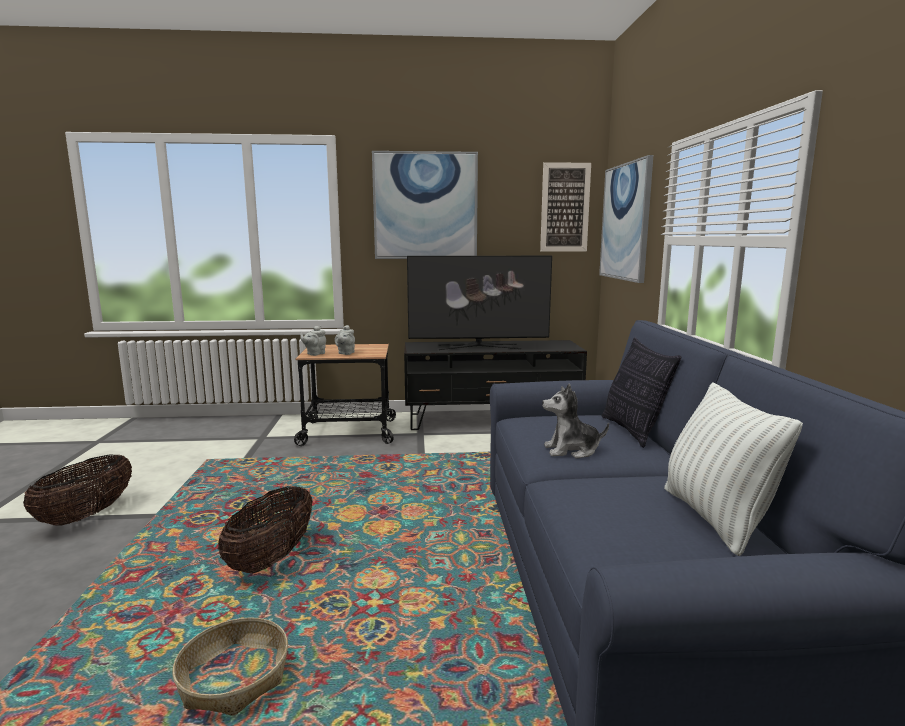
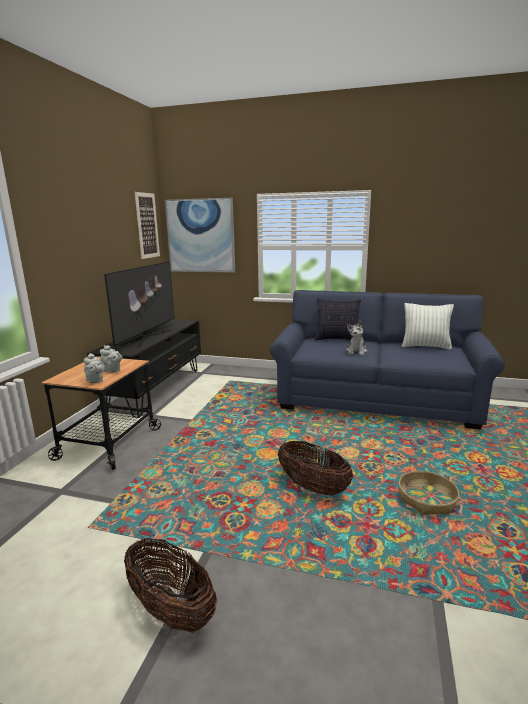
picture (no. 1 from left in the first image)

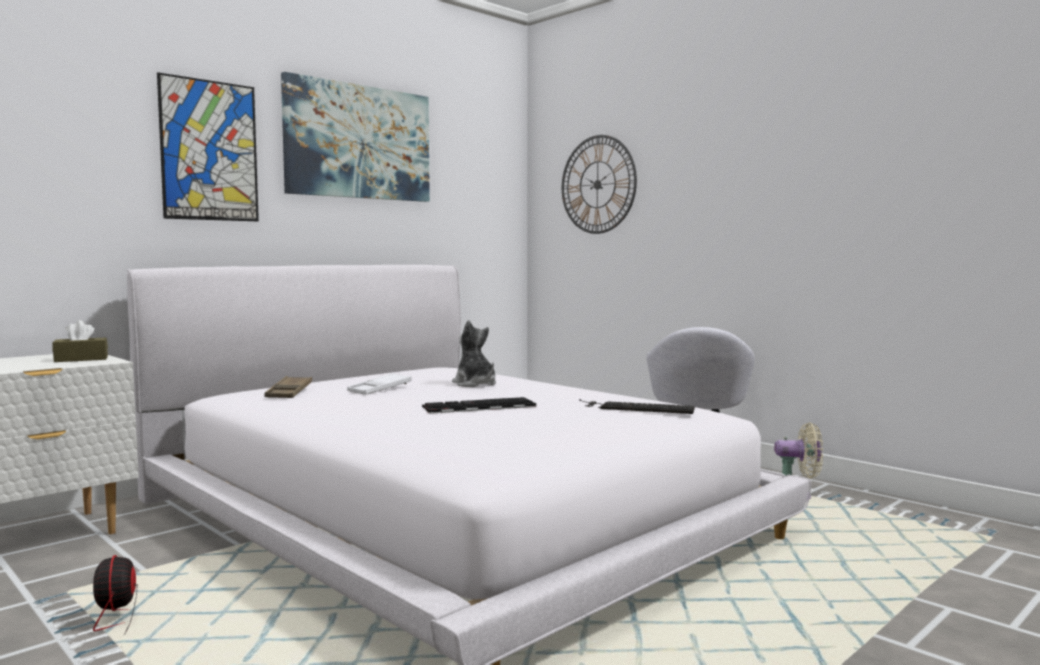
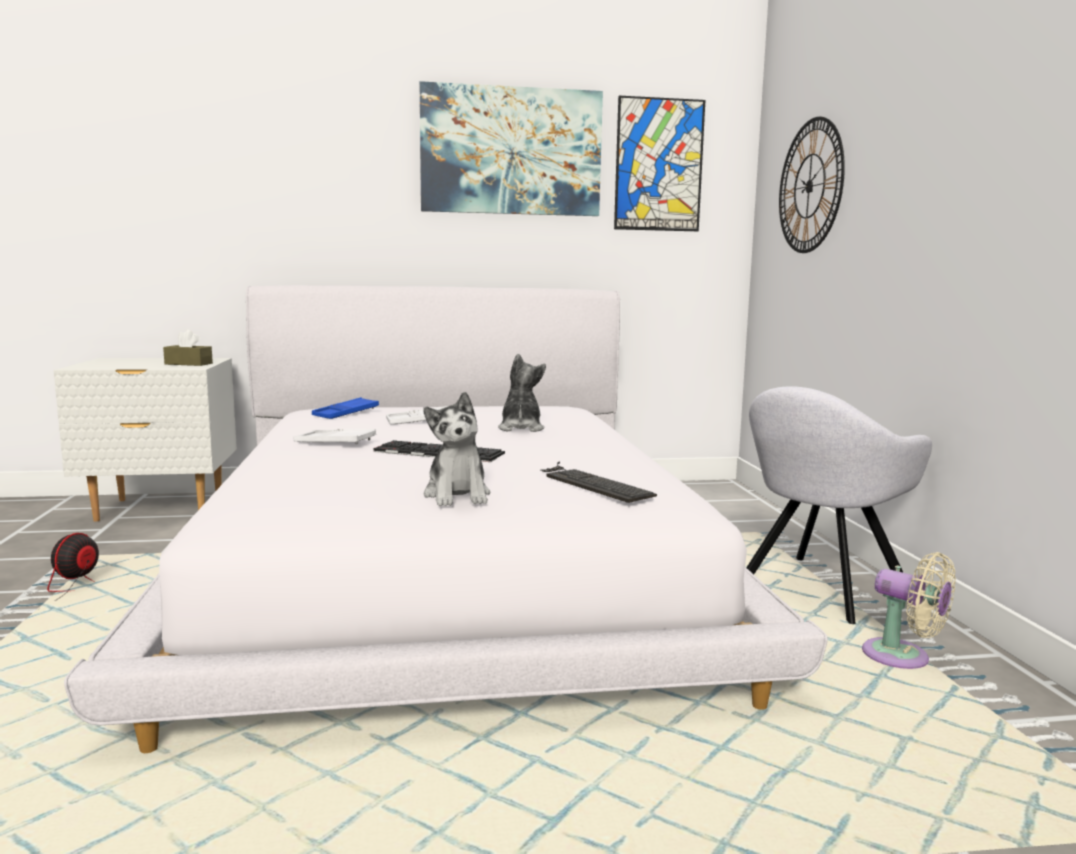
tray (white) (no. 1 from left); plush toy (no. 1 from left); picture (no. 2 from left); tray (blue)

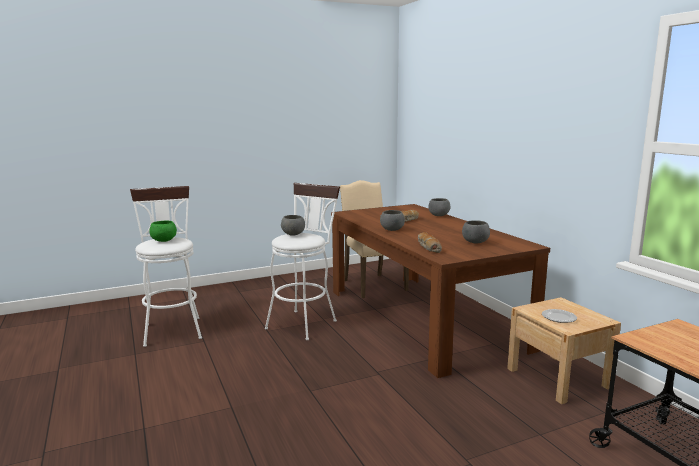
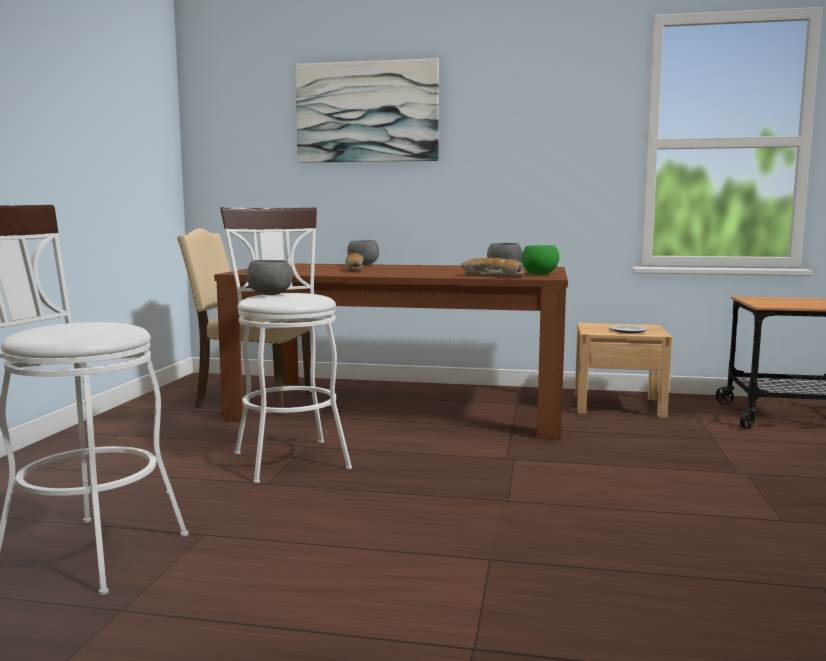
bowl (grey) (no. 2 from left in the first image); picture; bowl (green)

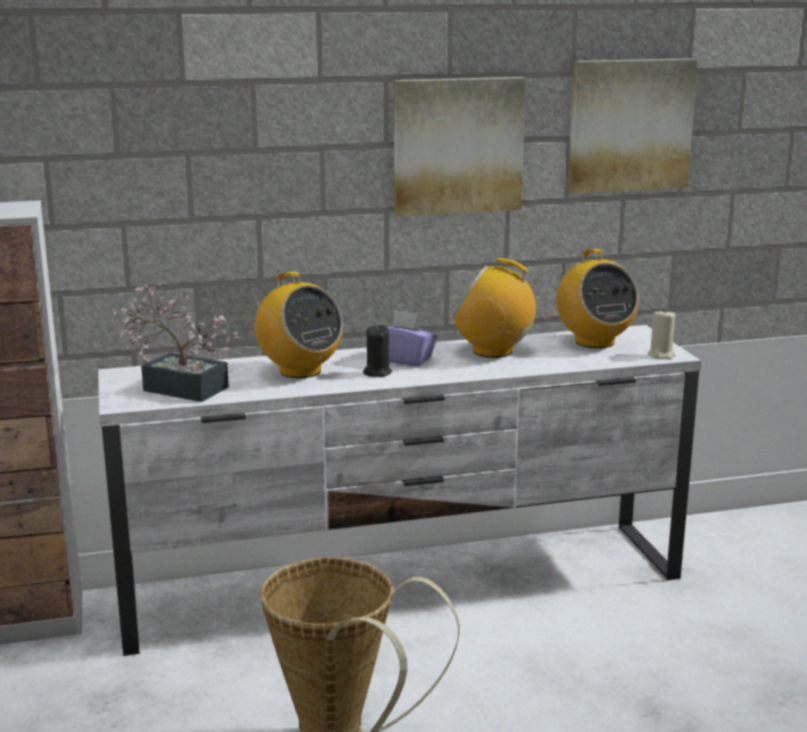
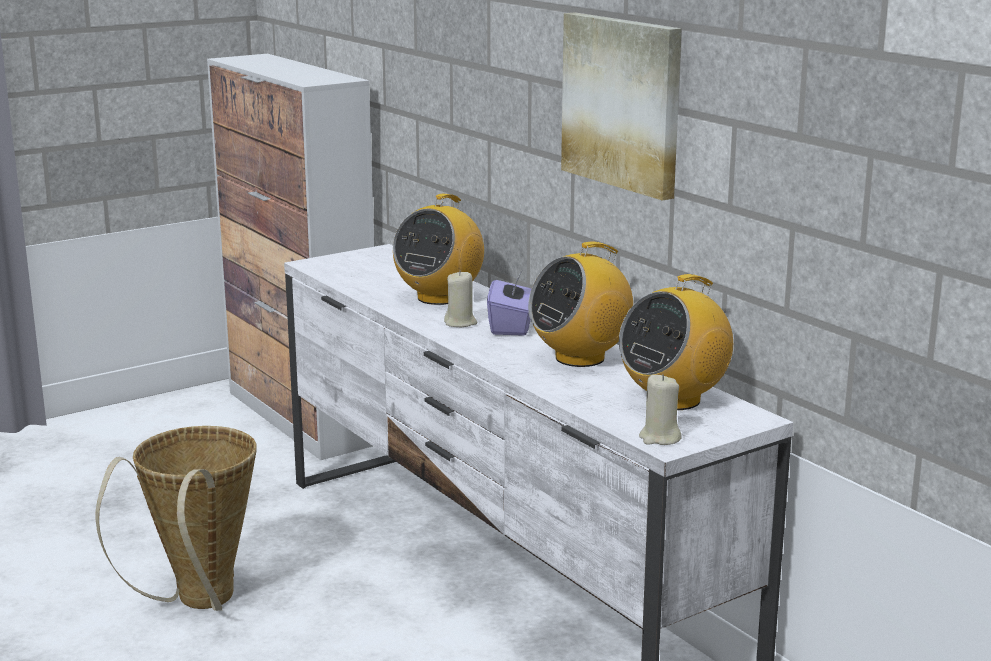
potted plant; picture (no. 2 from left in the first image); candle (beige) (no. 1 from left); radio (no. 2 from left)

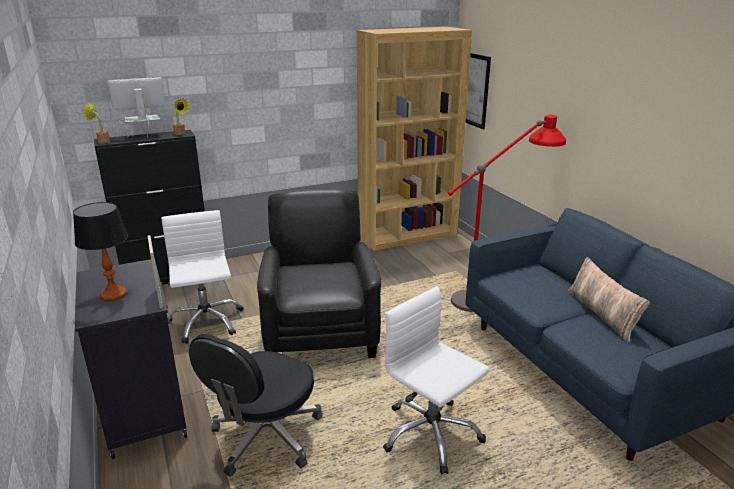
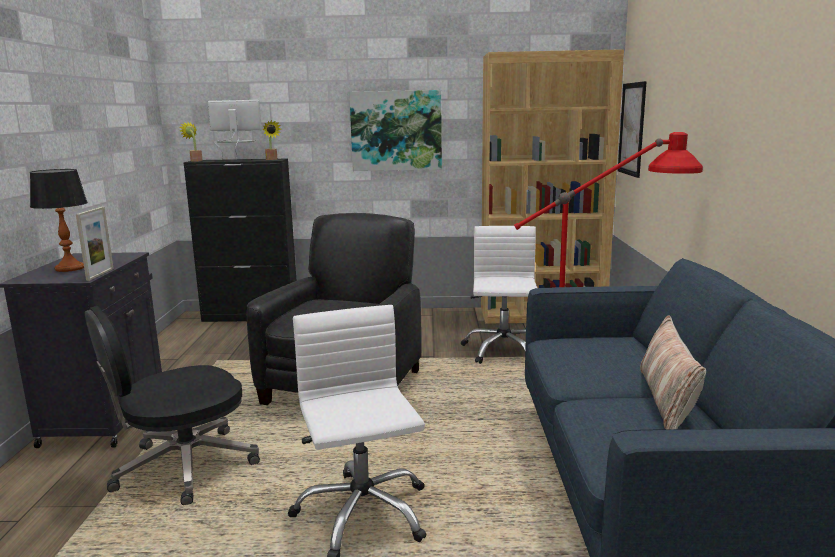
picture (no. 1 from left); office chair (white) (no. 2 from left)

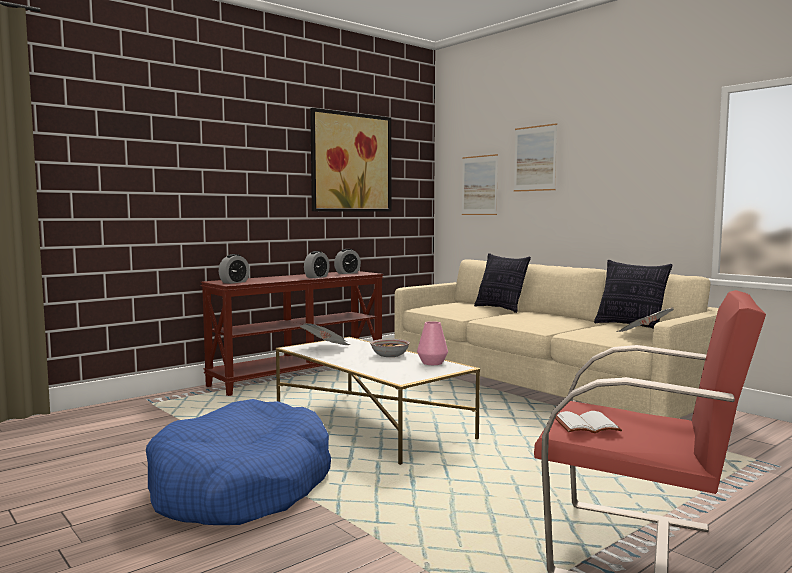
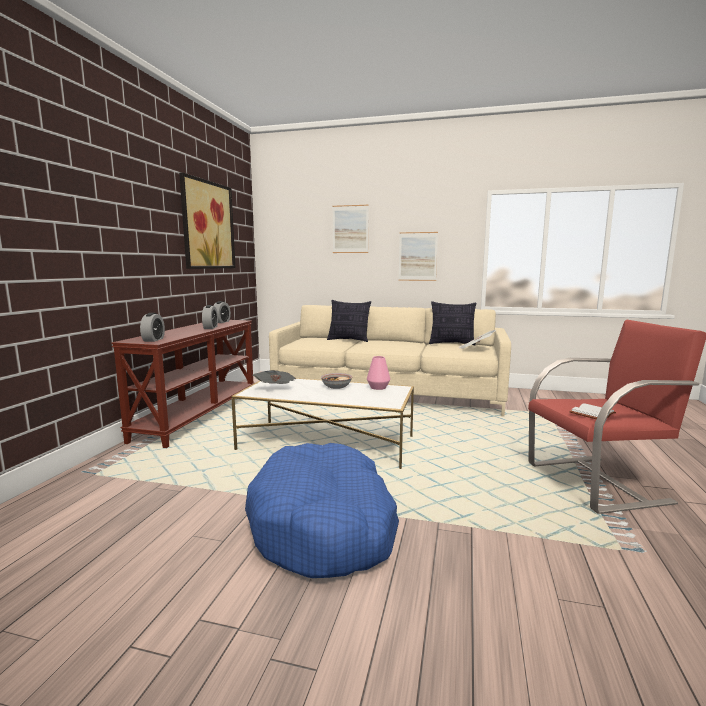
picture (no. 3 from left)

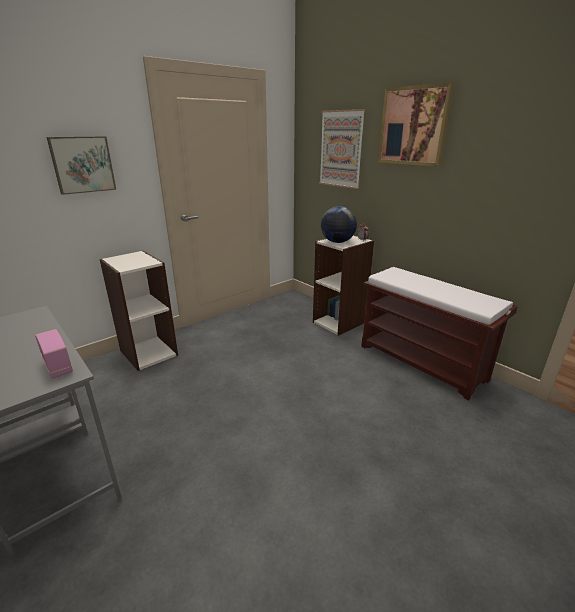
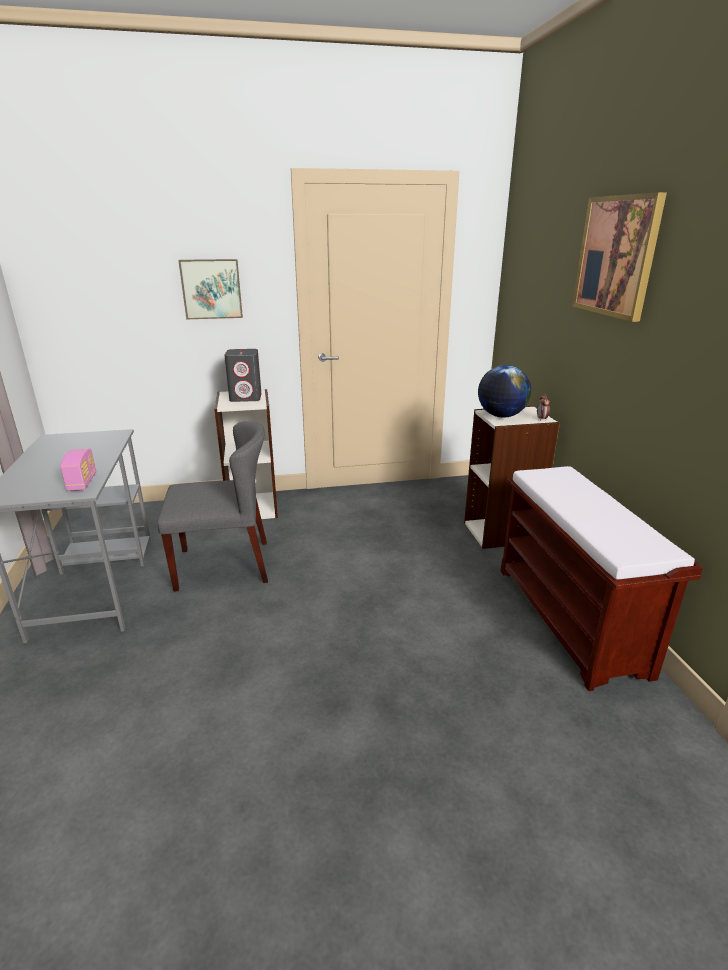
picture (no. 2 from left in the first image); chair (grey); speaker (grey)

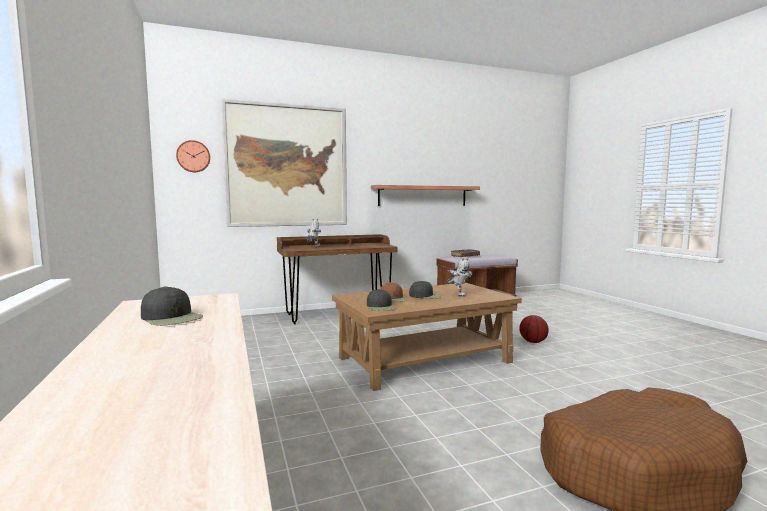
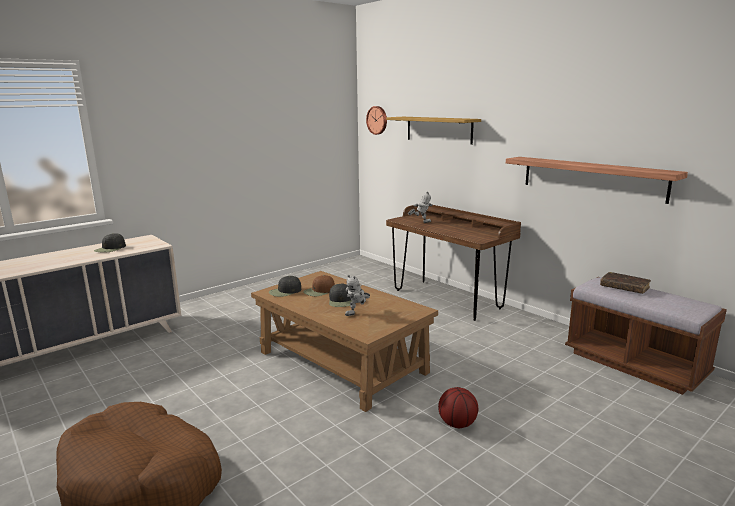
shelf (no. 1 from left)

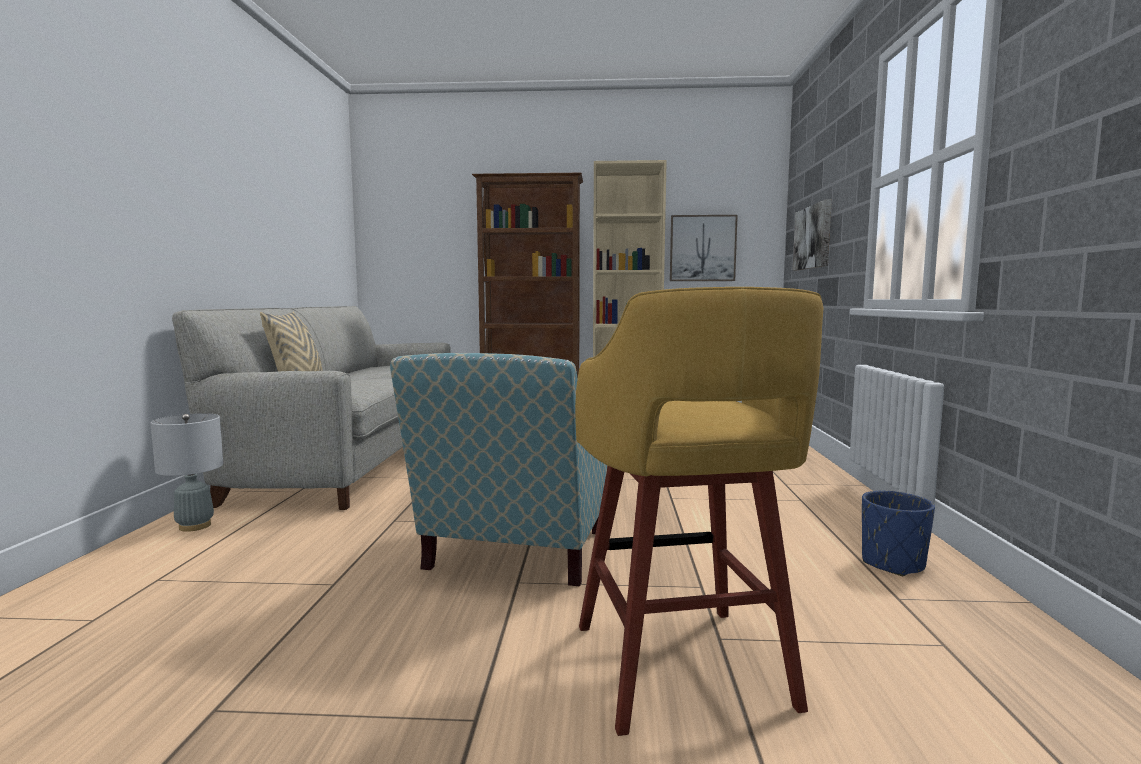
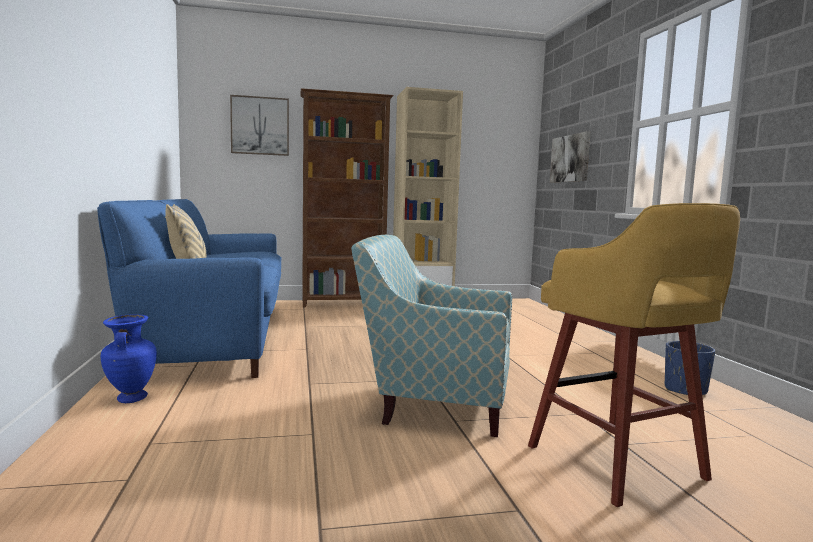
picture (no. 1 from left); vase (blue); sofa (blue); armchair

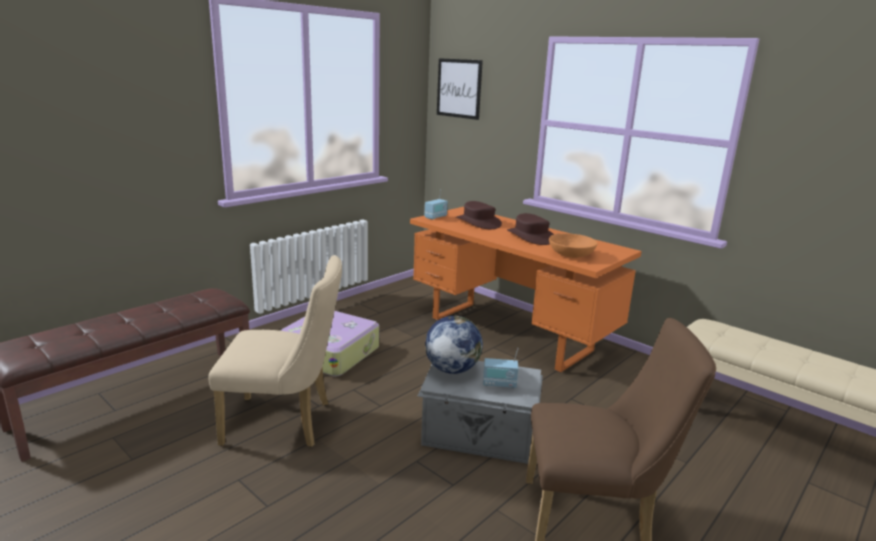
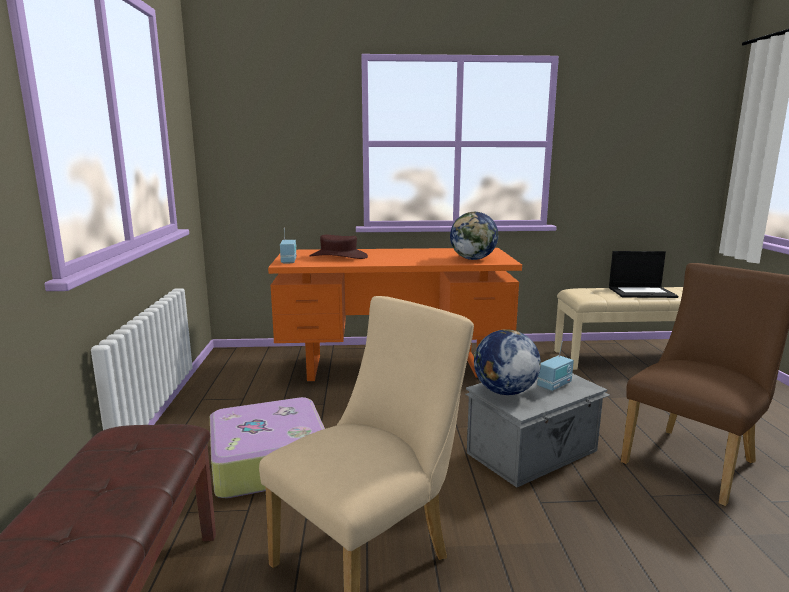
picture; hat (brown) (no. 2 from left in the first image); laptop; globe (no. 1 from left)

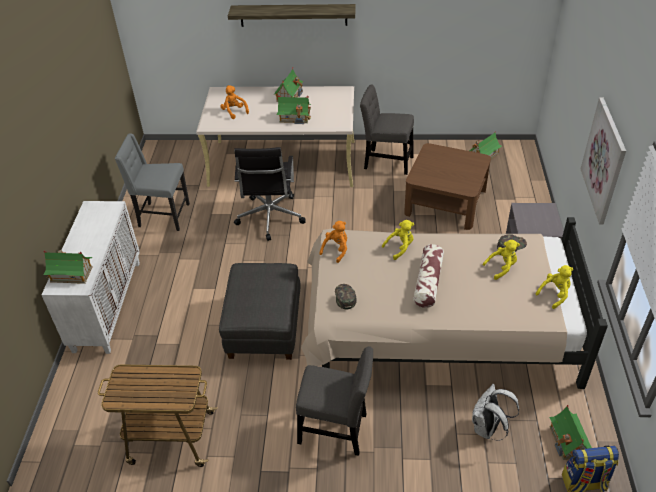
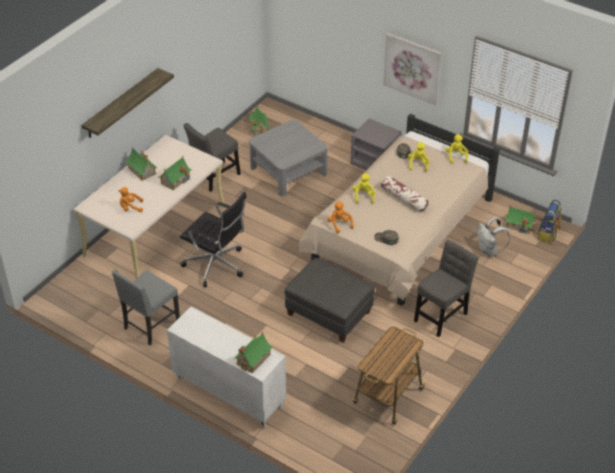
coffee table (grey)

